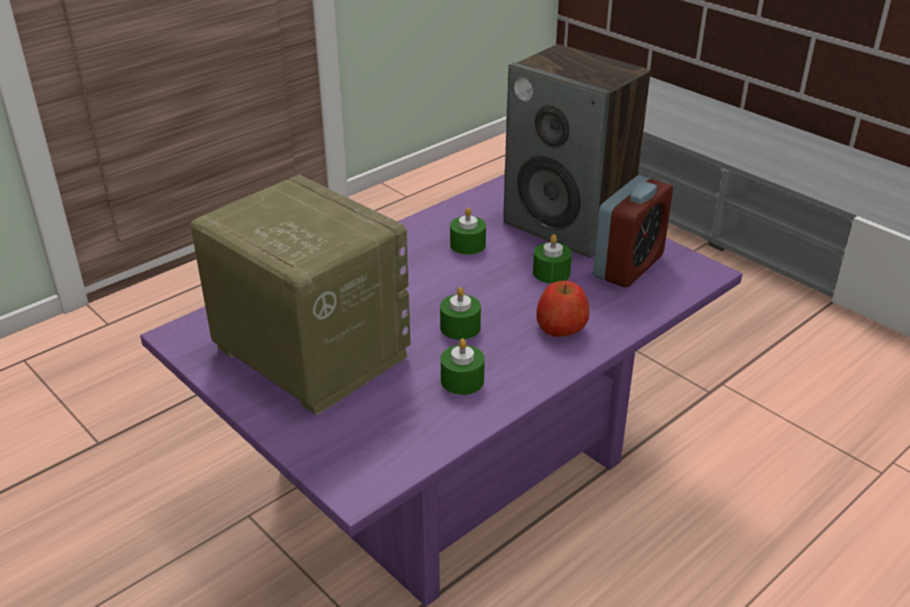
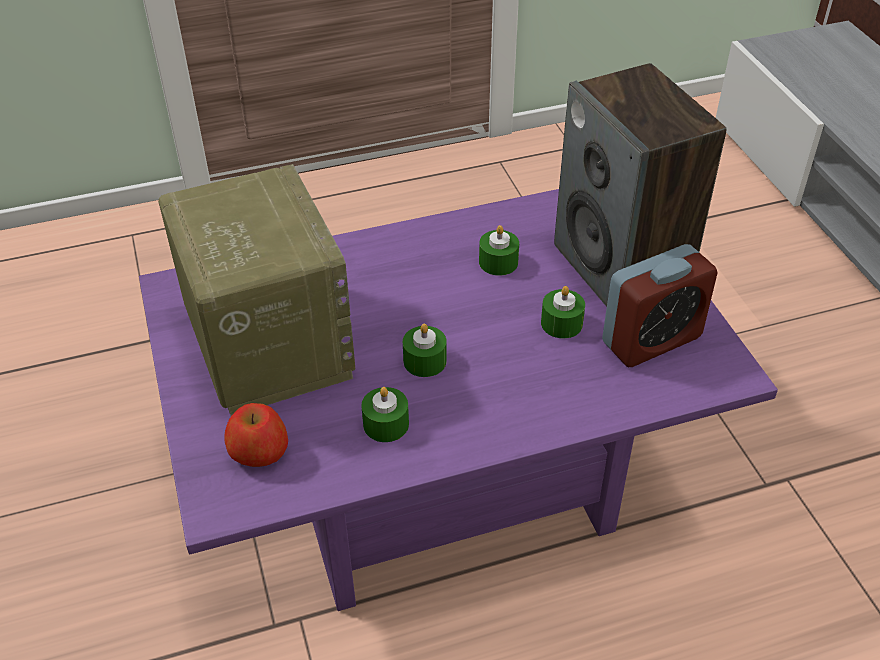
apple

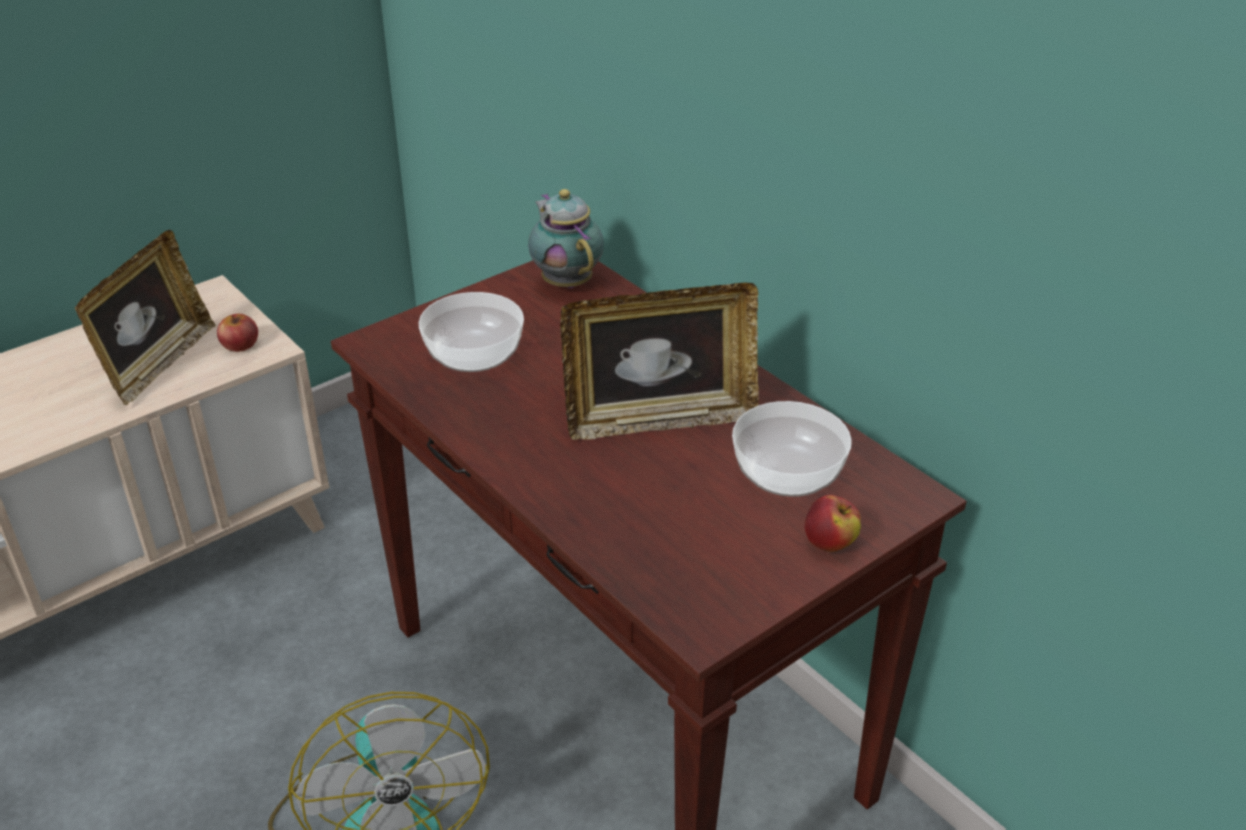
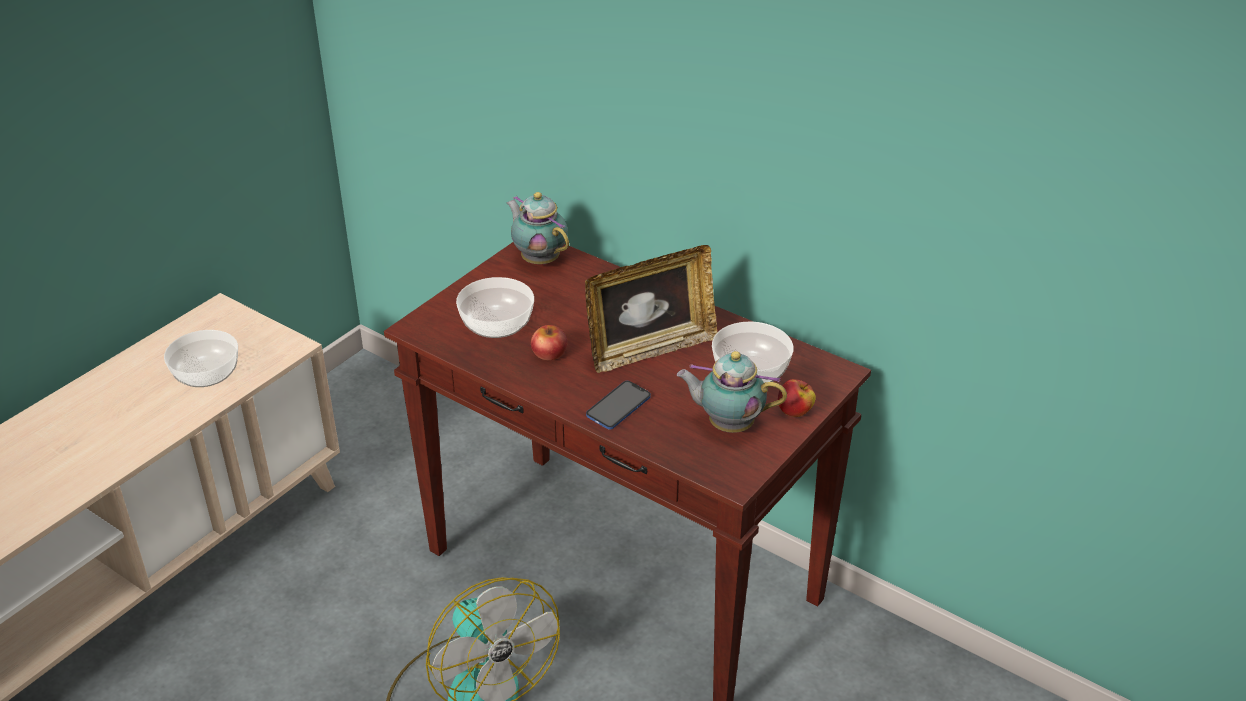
phone; teapot (no. 2 from left); apple (no. 1 from left); bowl (no. 1 from left)

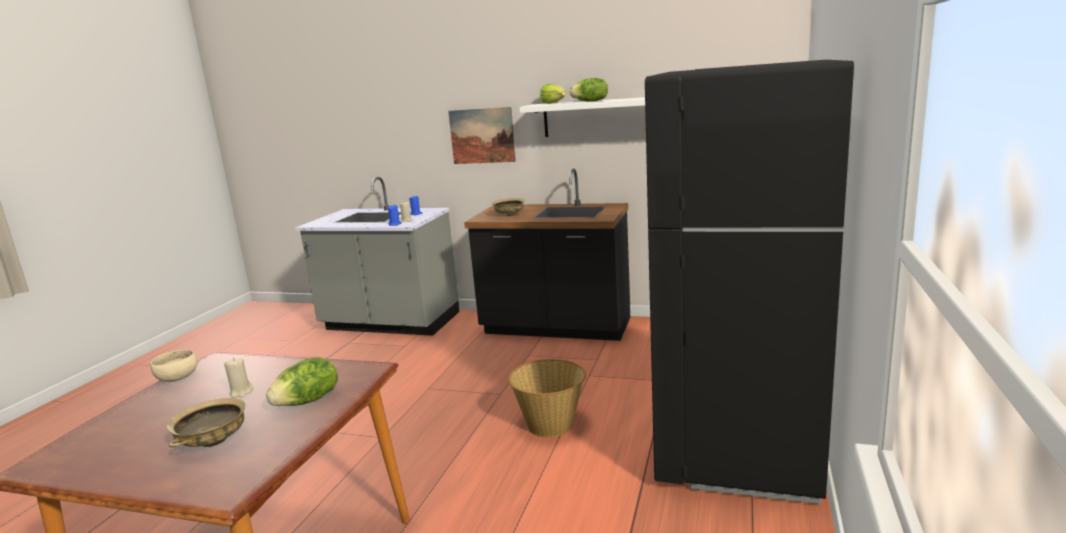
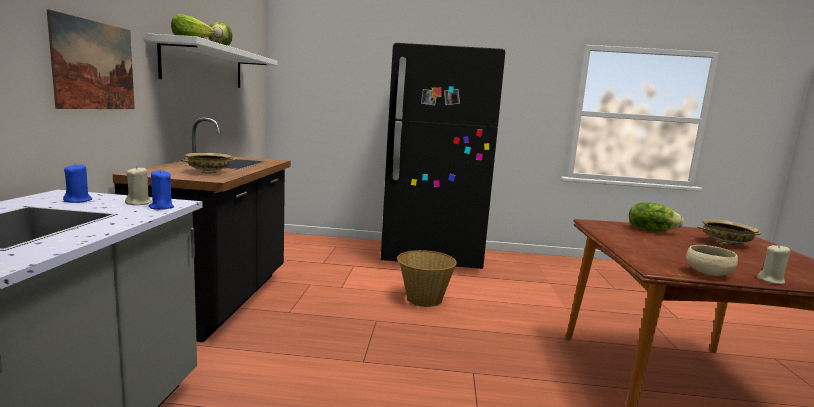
candle (beige) (no. 2 from left)

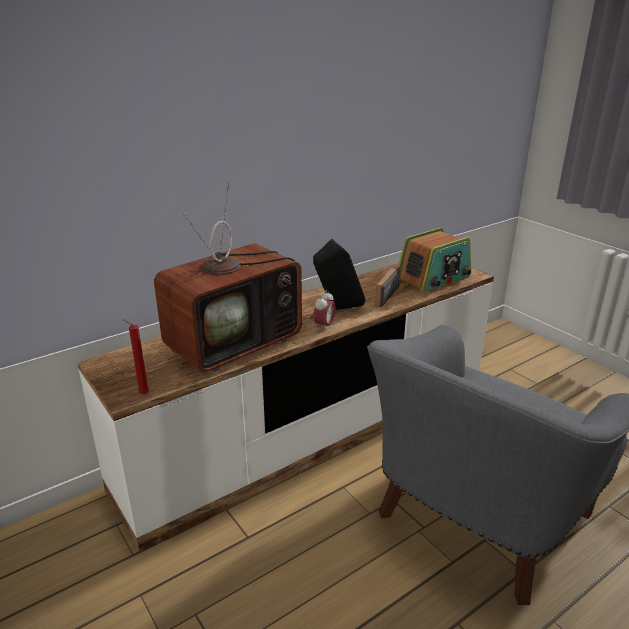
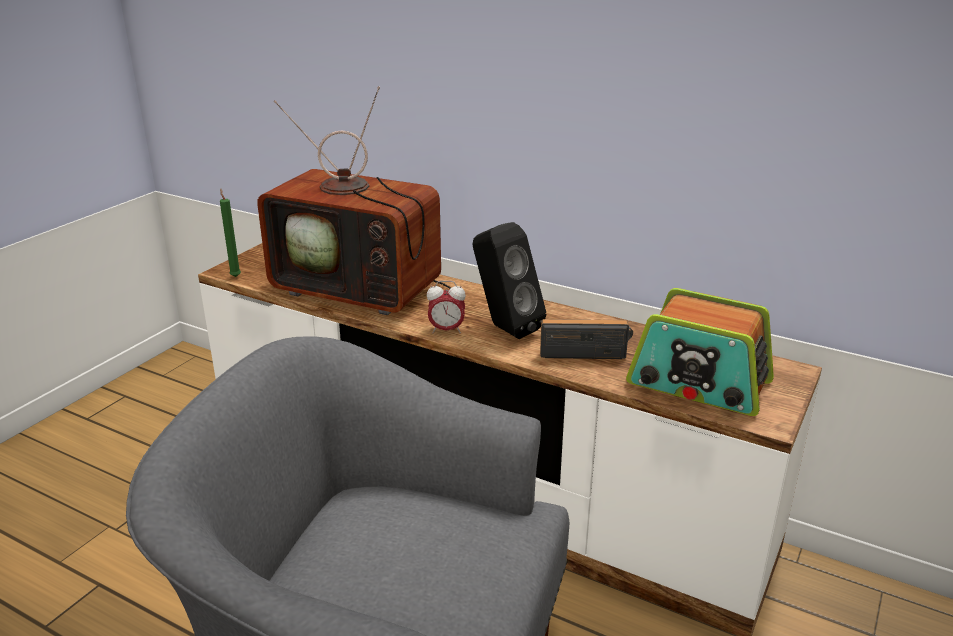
candle (green)

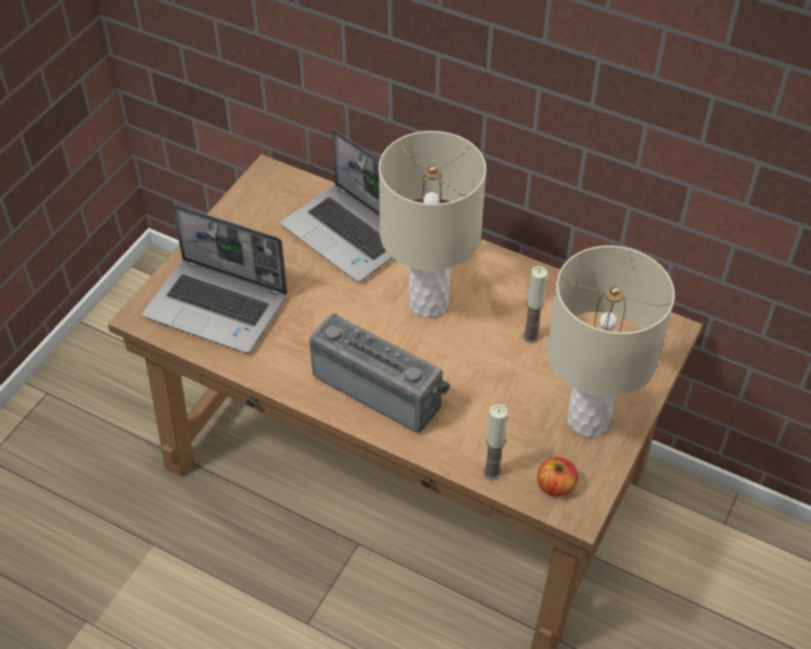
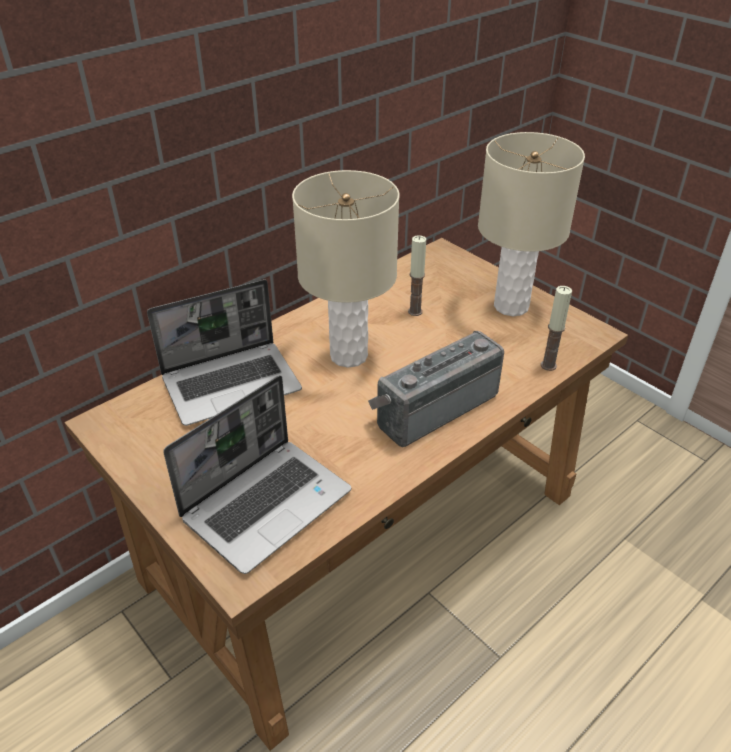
apple

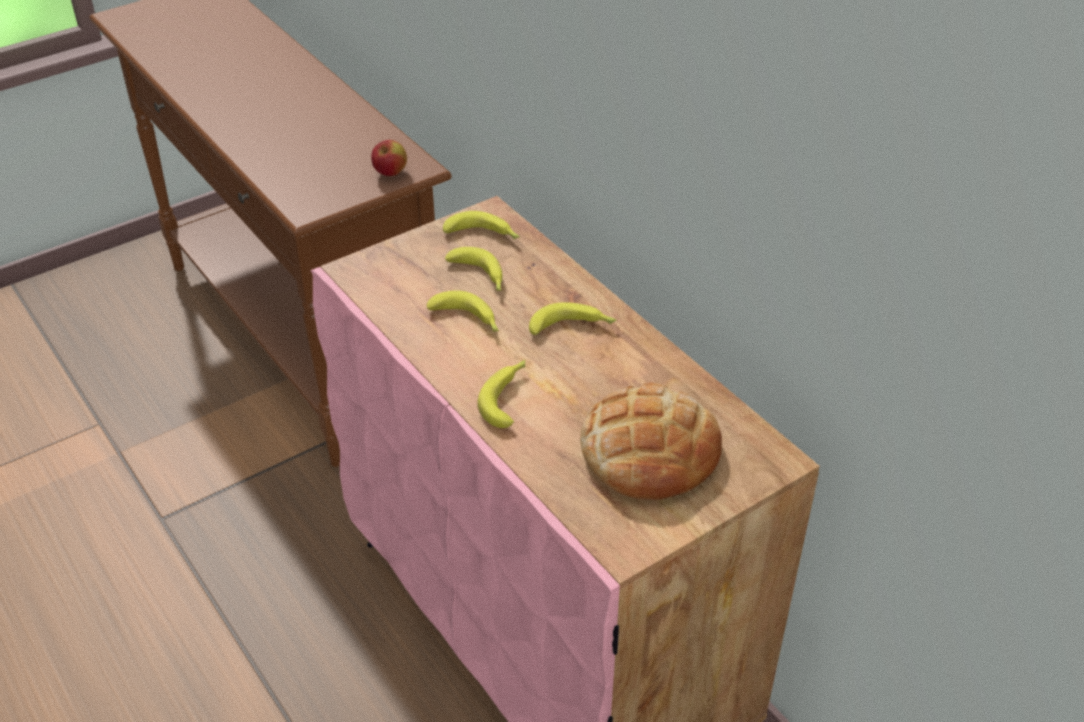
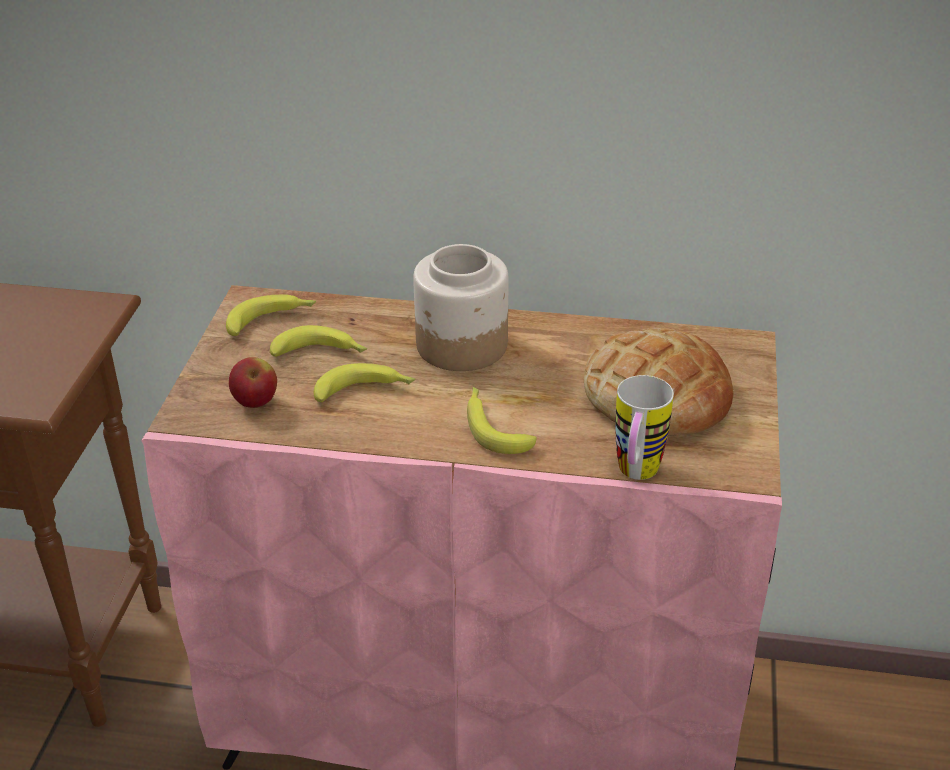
mug; apple; jar

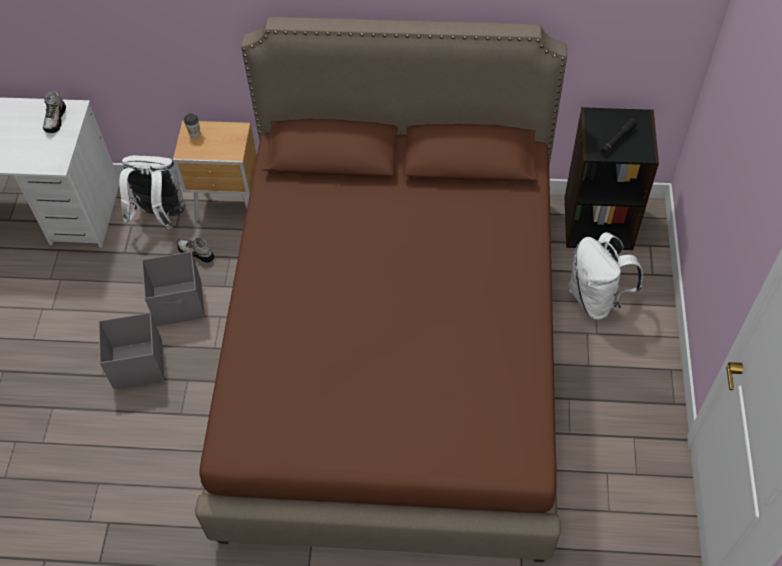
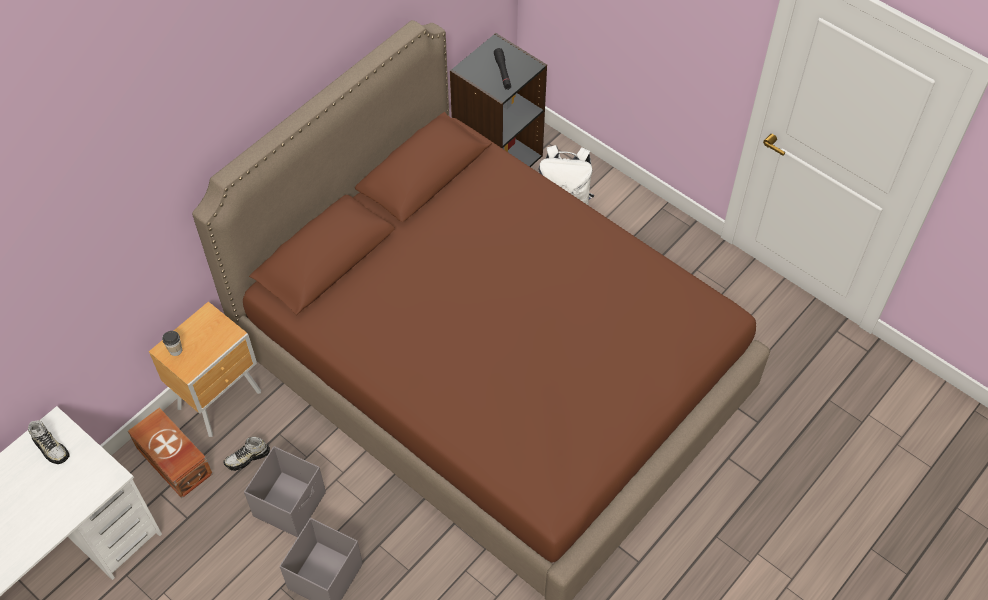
storage box (brown)

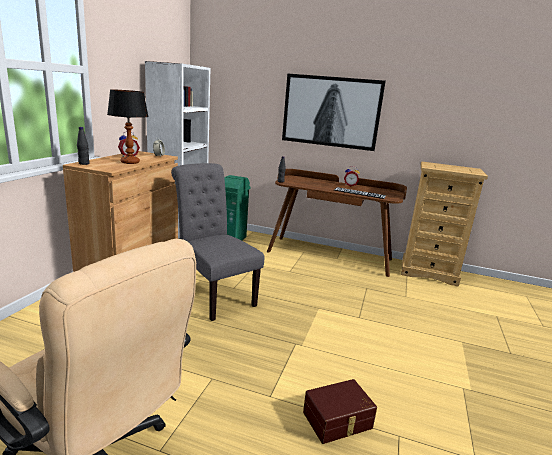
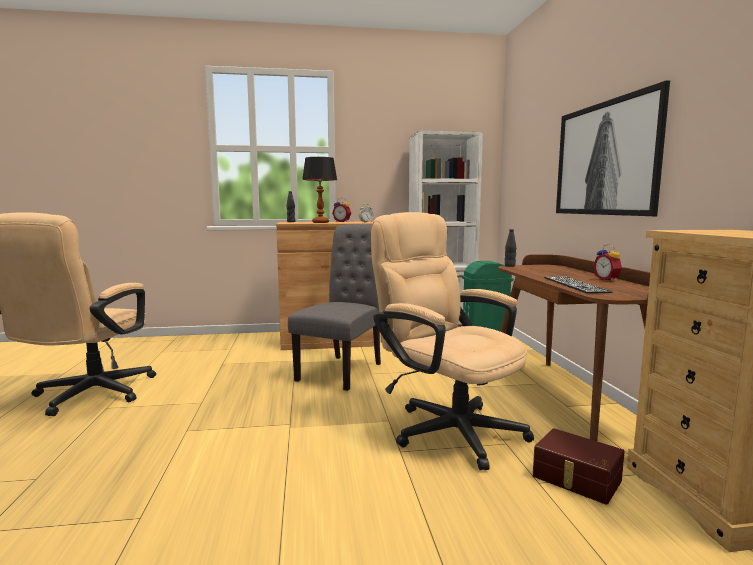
office chair (beige) (no. 2 from left); storage box (brown)

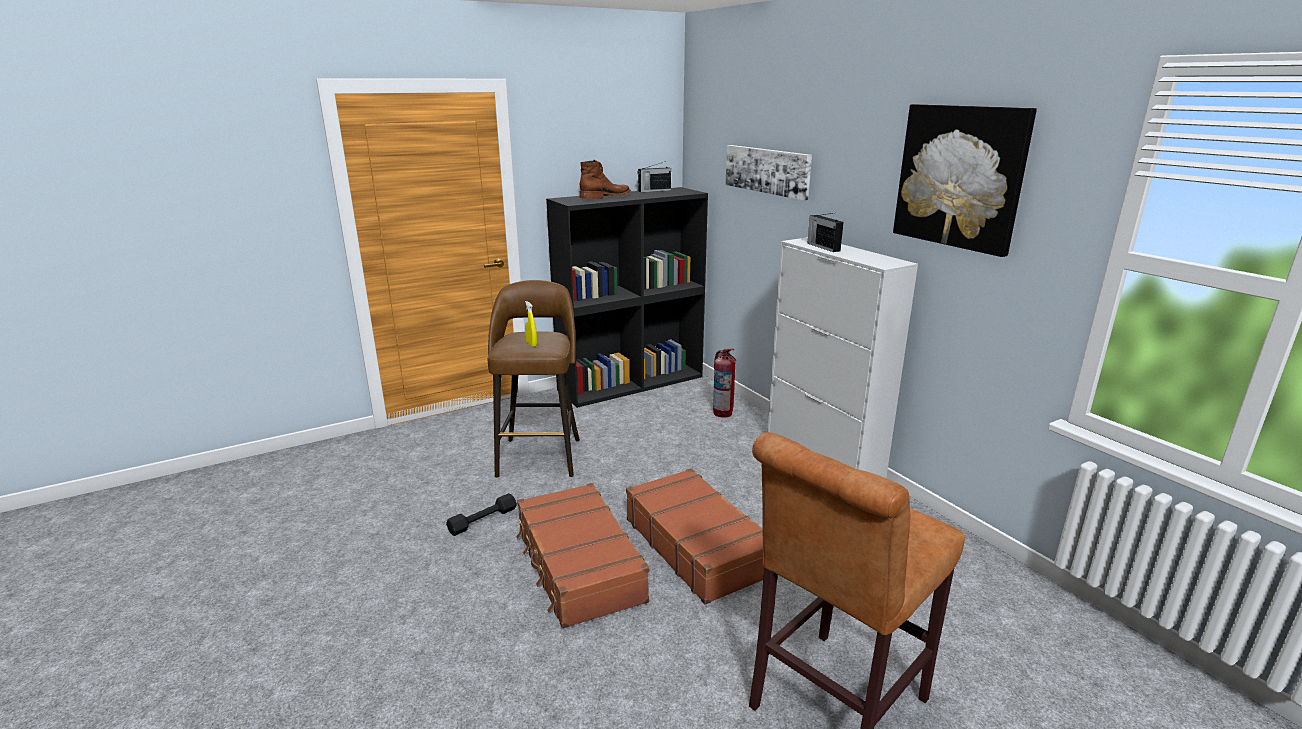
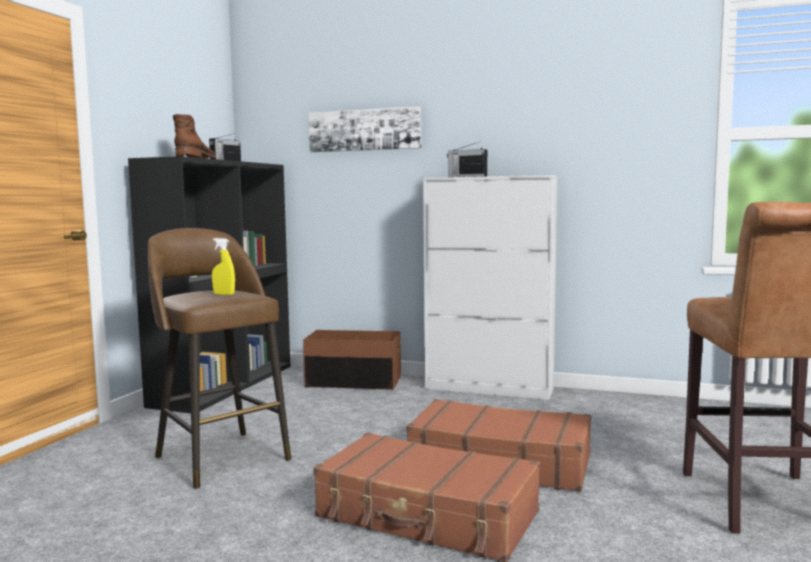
dumbbell (black); picture (no. 2 from left in the first image); storage box (brown)

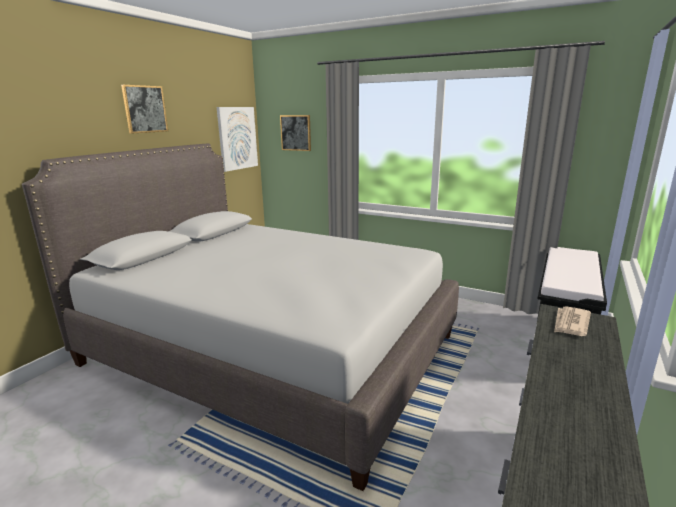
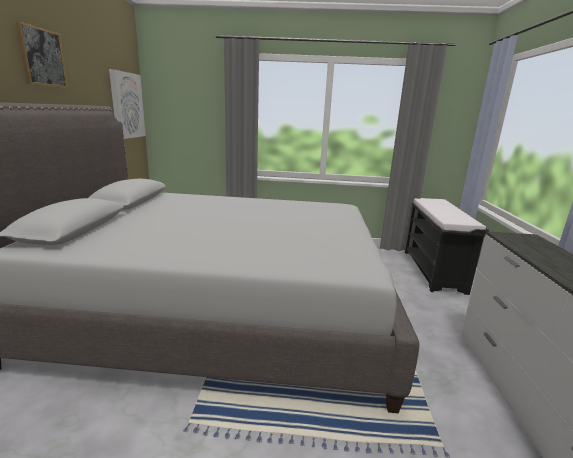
picture (no. 3 from left in the first image); newspaper

